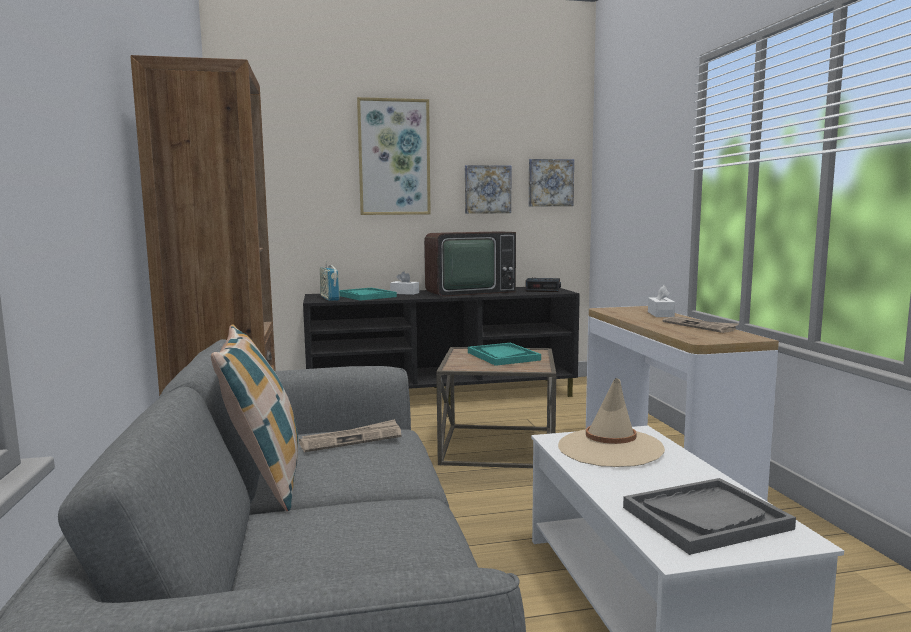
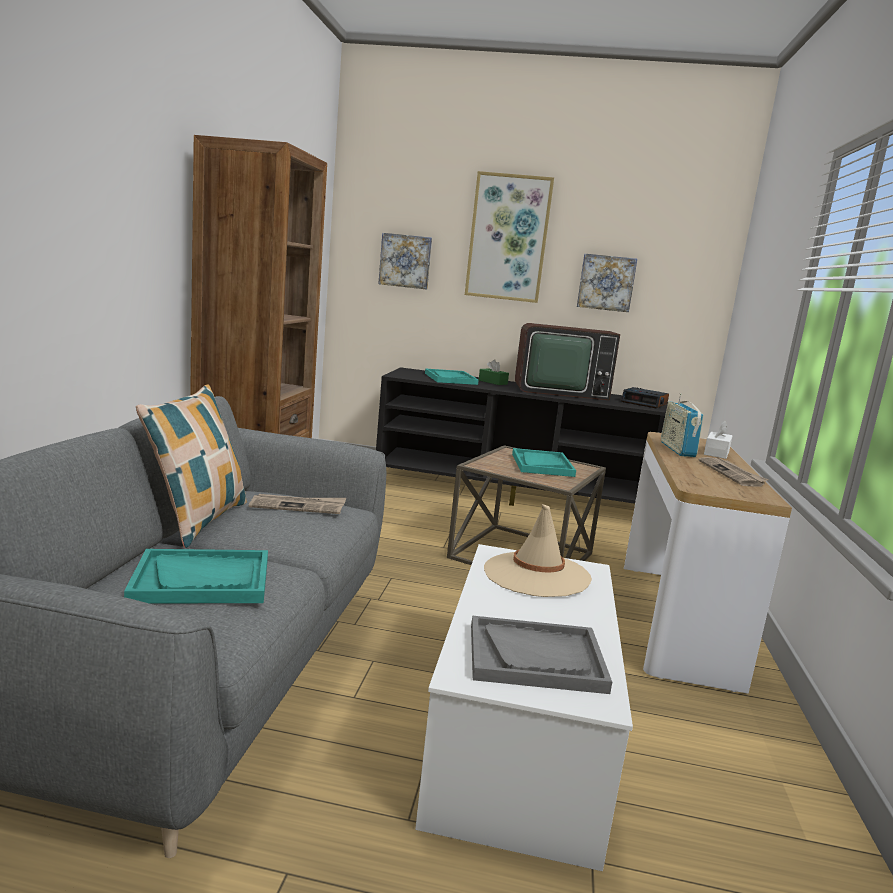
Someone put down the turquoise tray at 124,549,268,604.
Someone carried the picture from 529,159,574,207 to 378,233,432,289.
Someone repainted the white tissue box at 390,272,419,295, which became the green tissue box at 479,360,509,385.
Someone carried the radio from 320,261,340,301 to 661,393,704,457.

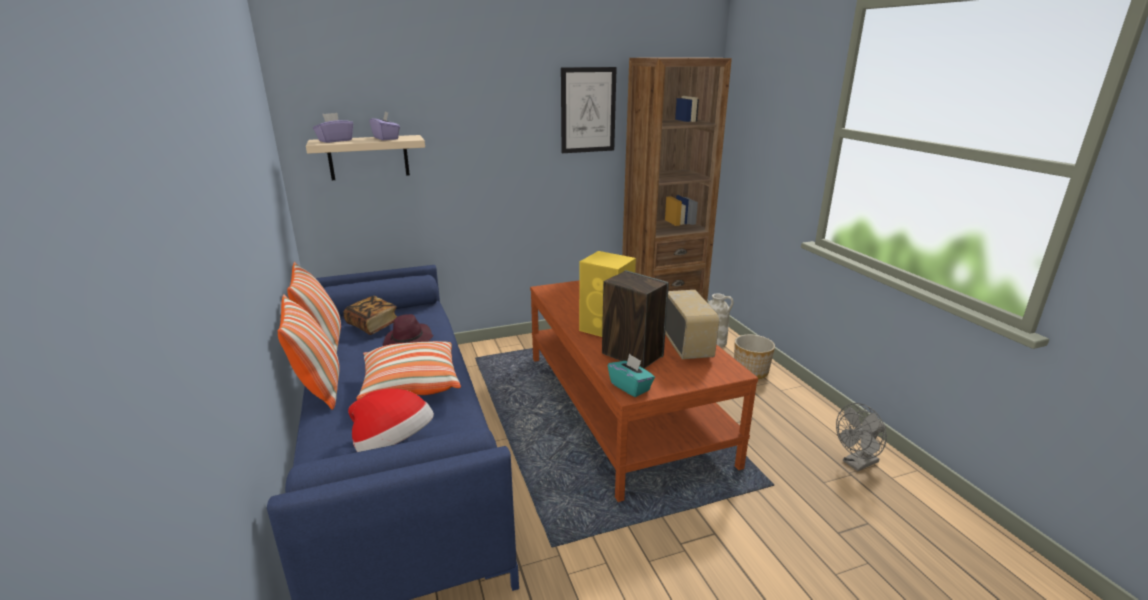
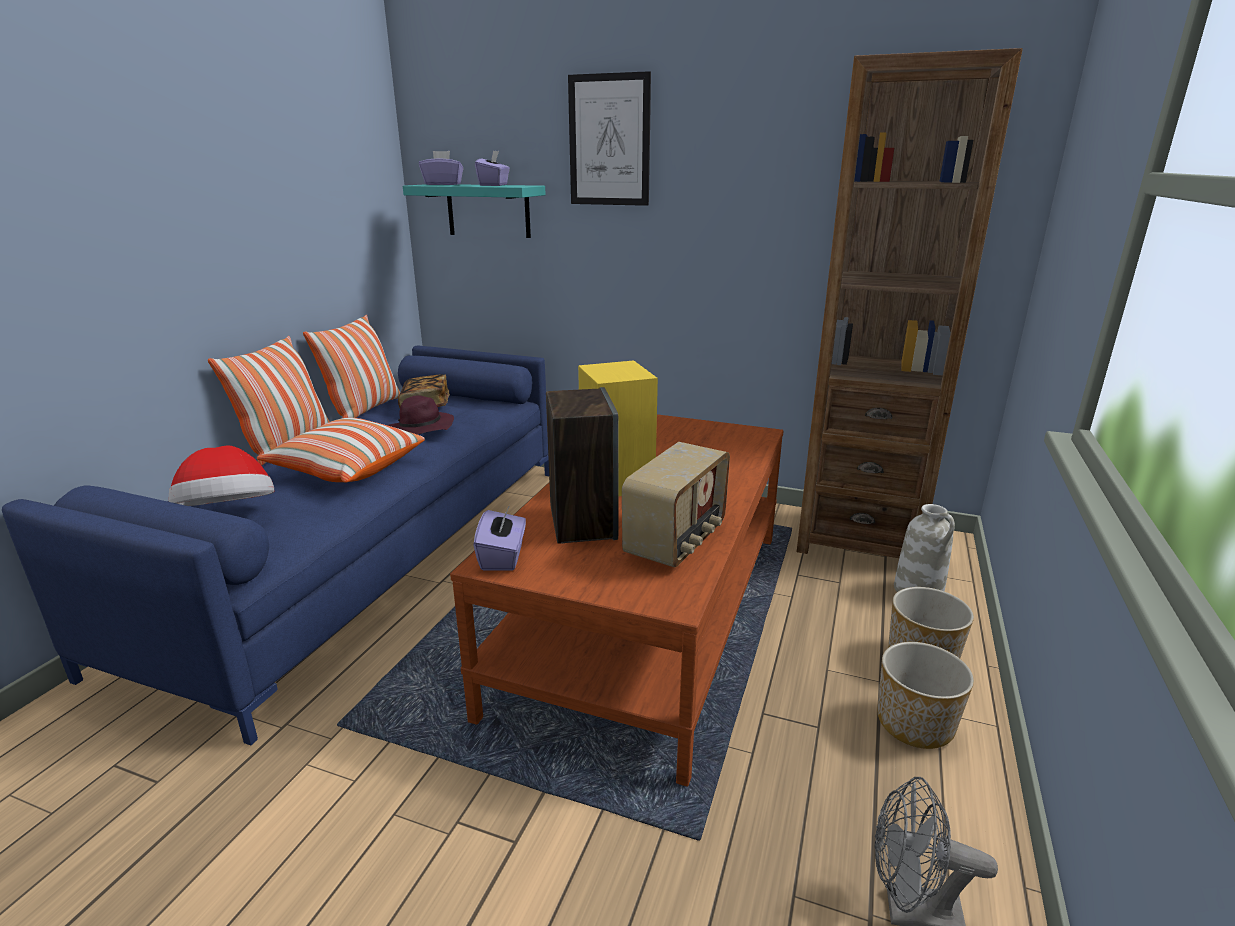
Someone repainted the beige shelf at 306,135,425,180, which became the turquoise shelf at 403,184,546,238.
Someone repainted the turquoise tissue box at 608,354,655,397, which became the purple tissue box at 473,505,526,570.
Someone carried the picture from 561,67,617,153 to 568,71,651,206.
Someone put down the planter at 877,642,974,749.

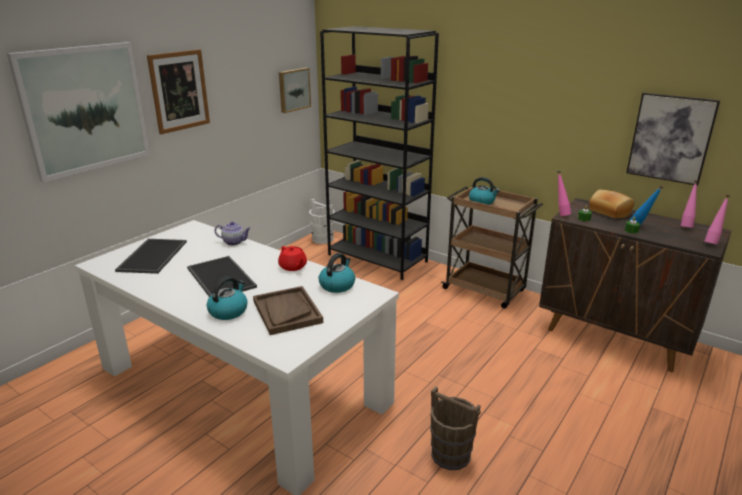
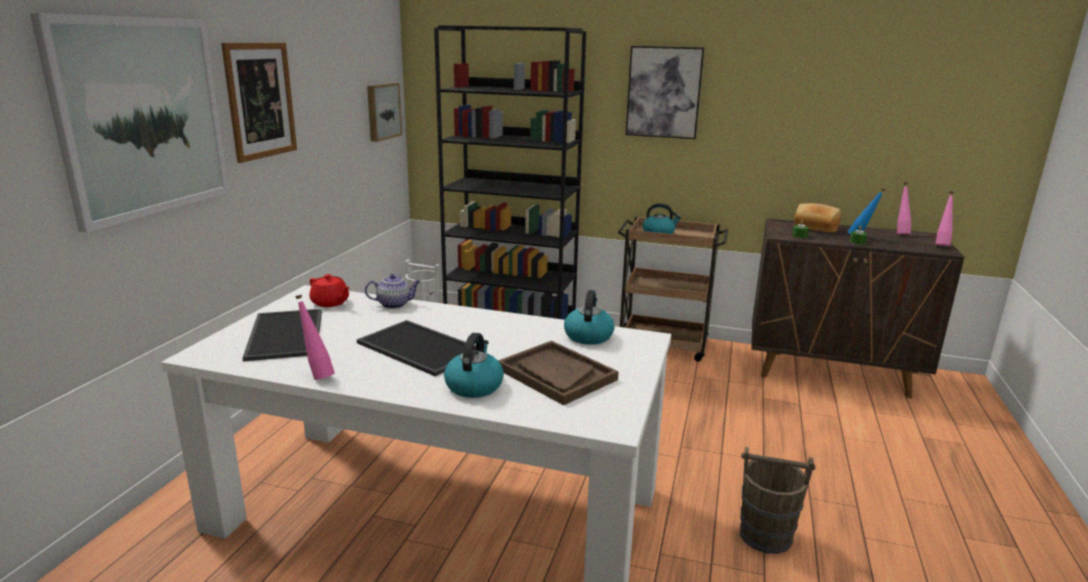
Someone carried the pink bottle from 557,171,571,216 to 295,294,335,380.
Someone carried the red teapot from 278,246,307,271 to 310,274,350,307.
Someone carried the picture from 626,93,720,186 to 625,46,704,139.

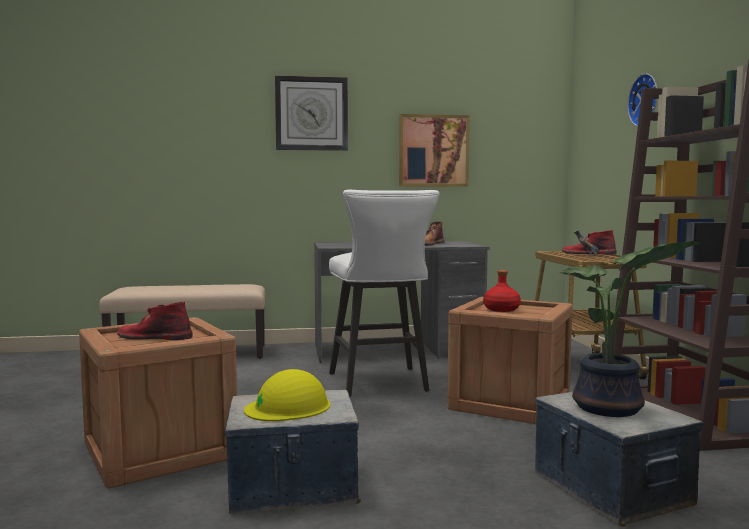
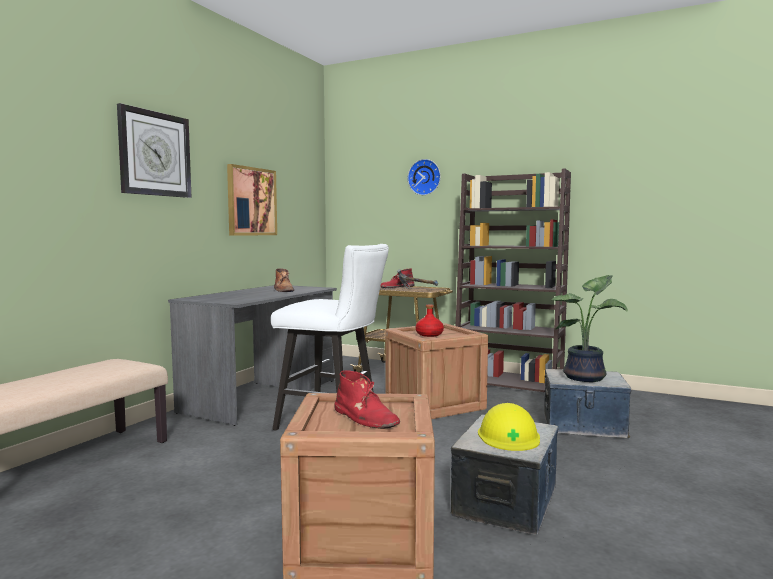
Someone rotated the red boot at 117,302,193,340 by 90 degrees counterclockwise.

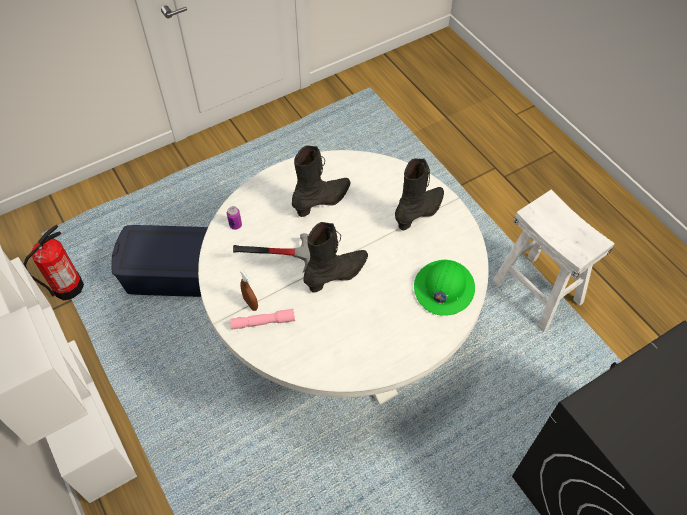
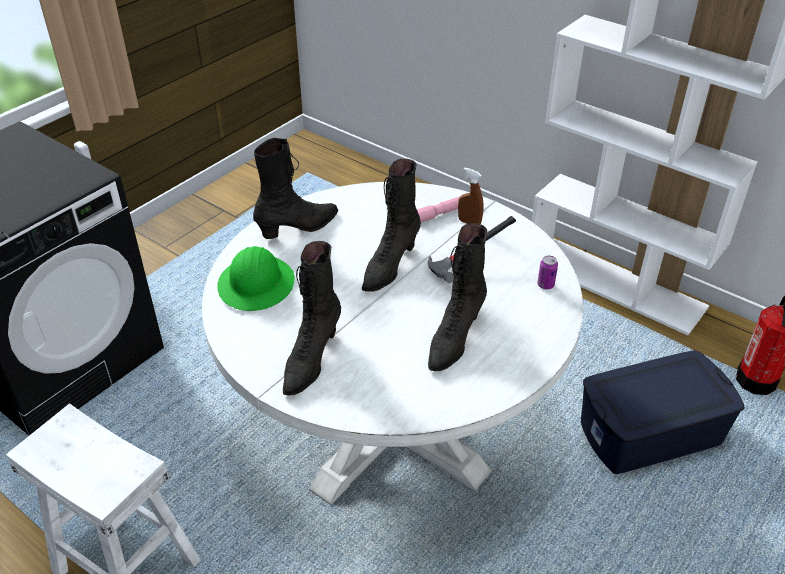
Someone put down the black boot at 253,138,338,239.

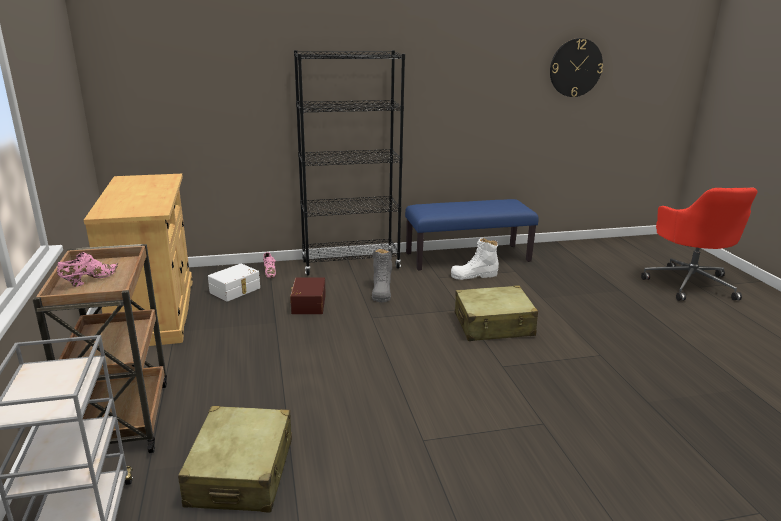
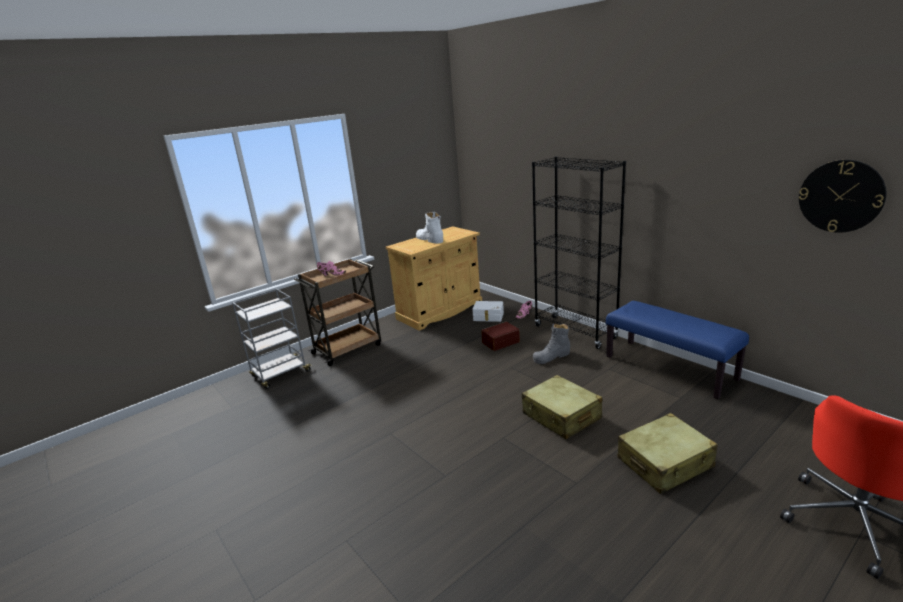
Someone carried the white boot from 451,237,499,280 to 416,212,443,244.
Someone carried the beige suitcase from 178,406,292,513 to 617,413,718,494.

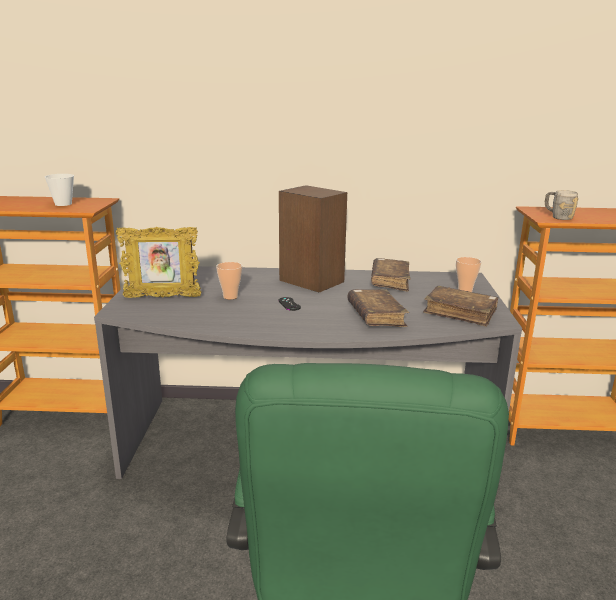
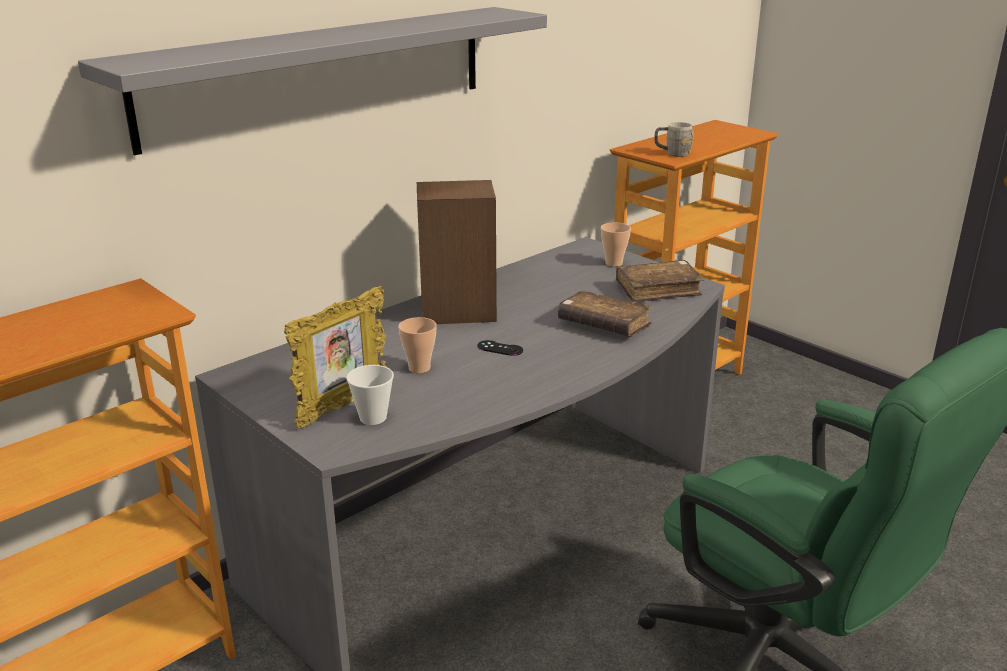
Someone put up the grey shelf at 78,7,547,155.
Someone carried the cup from 45,174,74,206 to 346,365,394,425.
Someone took away the brown book at 371,258,411,292.

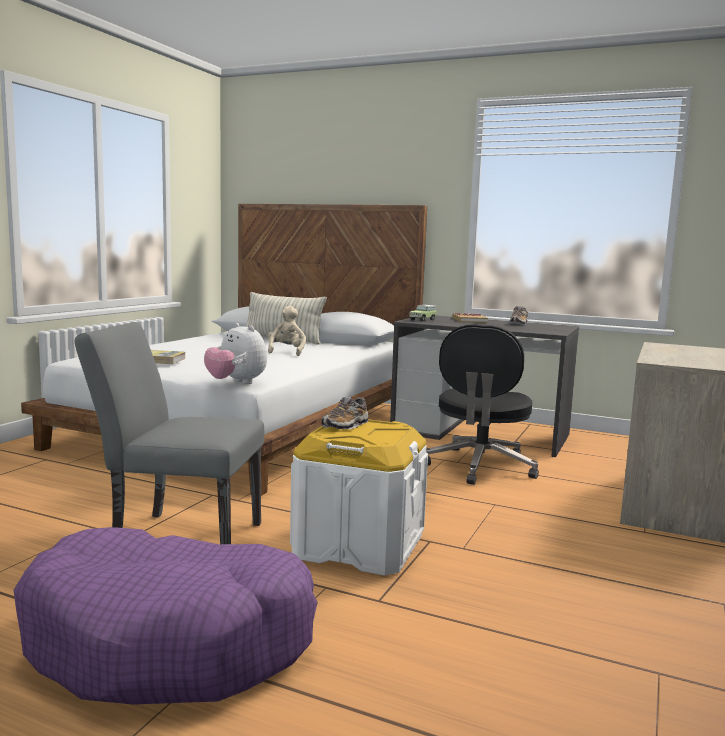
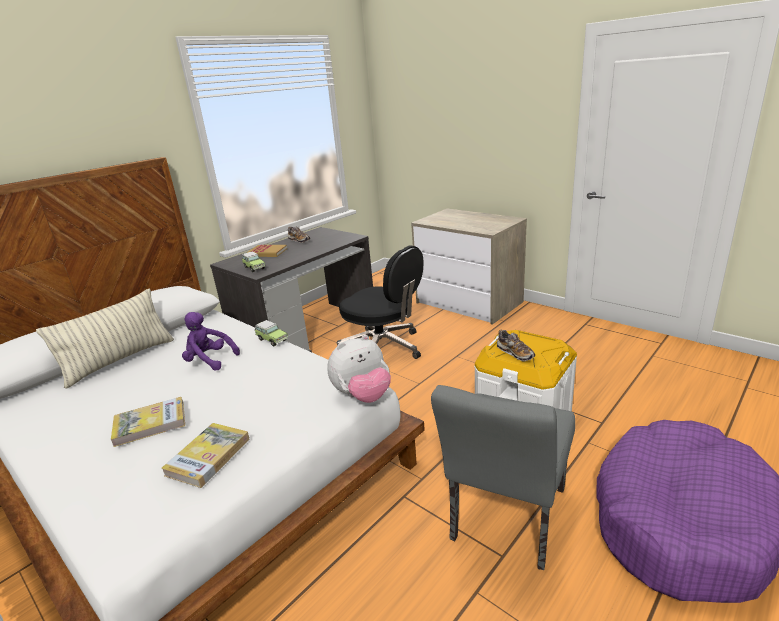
Someone put down the book at 111,397,185,447.
Someone repainted the beige plush toy at 268,306,306,356, which became the purple plush toy at 182,312,240,371.
Someone put down the toy car at 255,320,288,346.

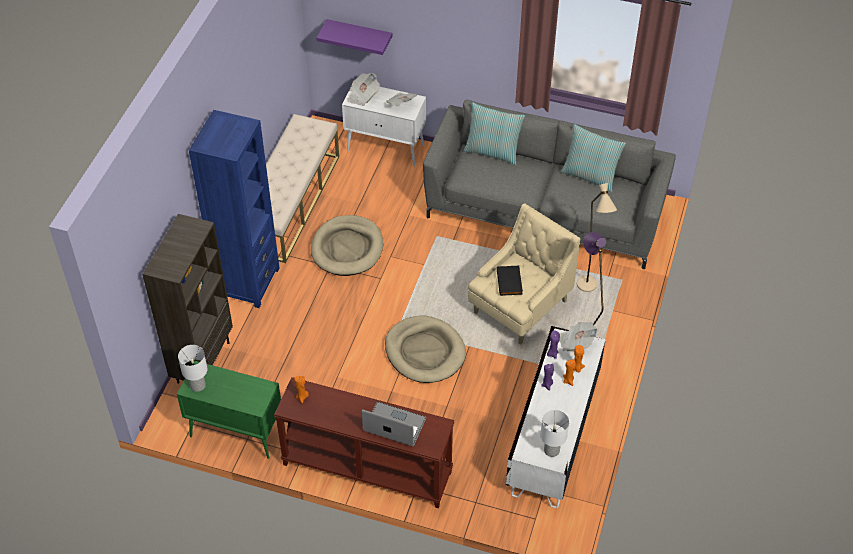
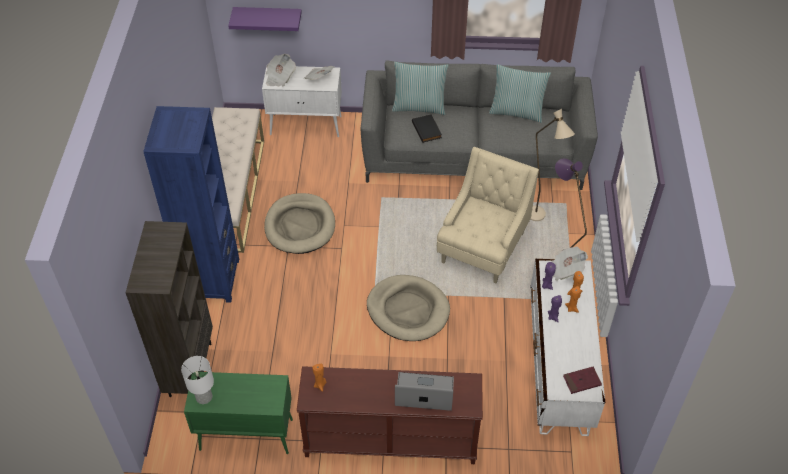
Someone carried the black book from 497,266,523,296 to 412,114,442,143.
Someone swapped the white table lamp at 540,410,569,457 for the red book at 563,367,602,394.

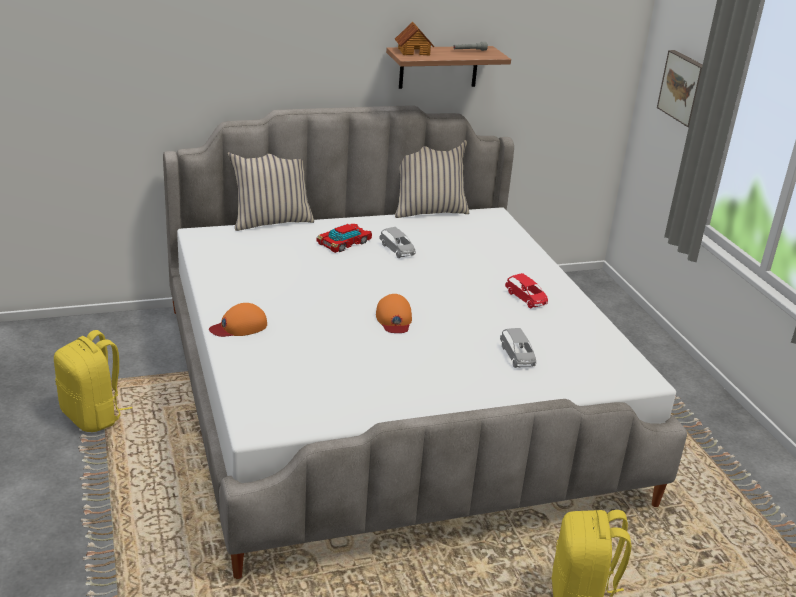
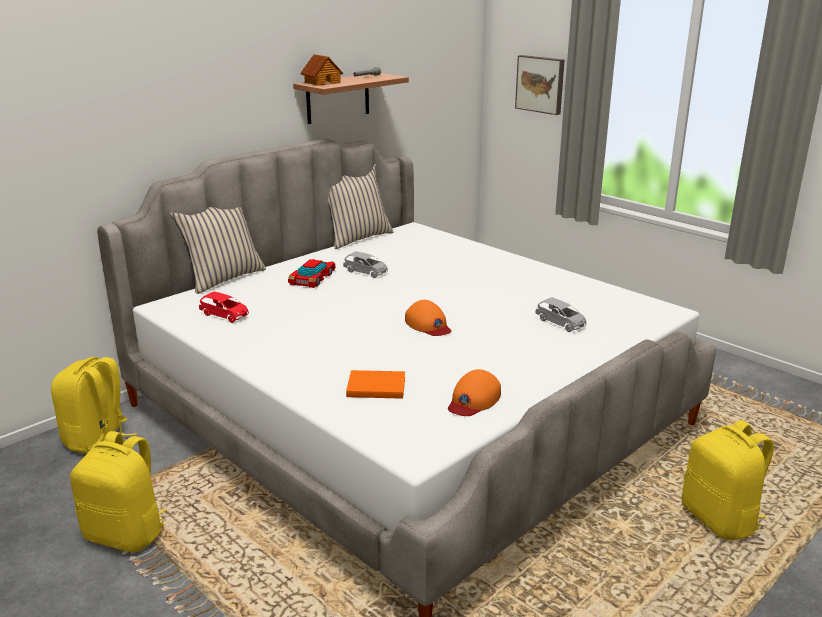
Someone put down the yellow backpack at 51,357,138,454.
Someone carried the red toy car from 505,273,548,308 to 199,292,249,323.
Someone put down the orange book at 346,370,405,399.
Someone carried the orange cap from 209,303,267,337 to 448,369,501,416.

